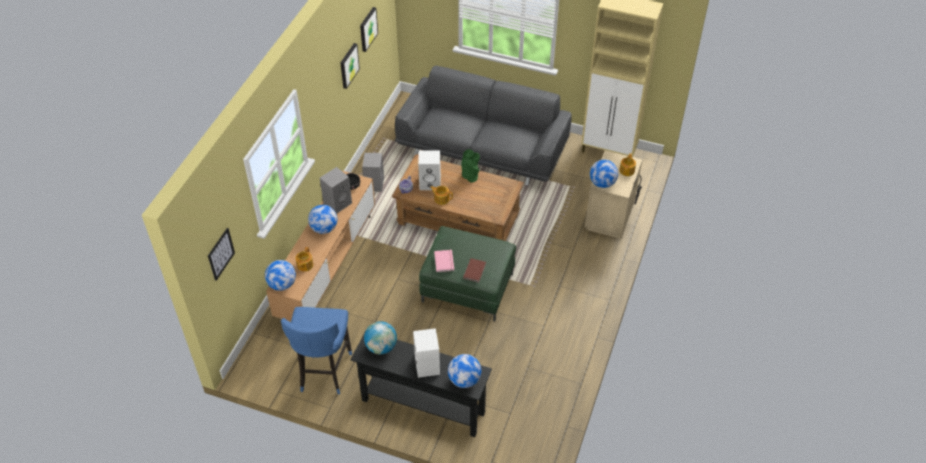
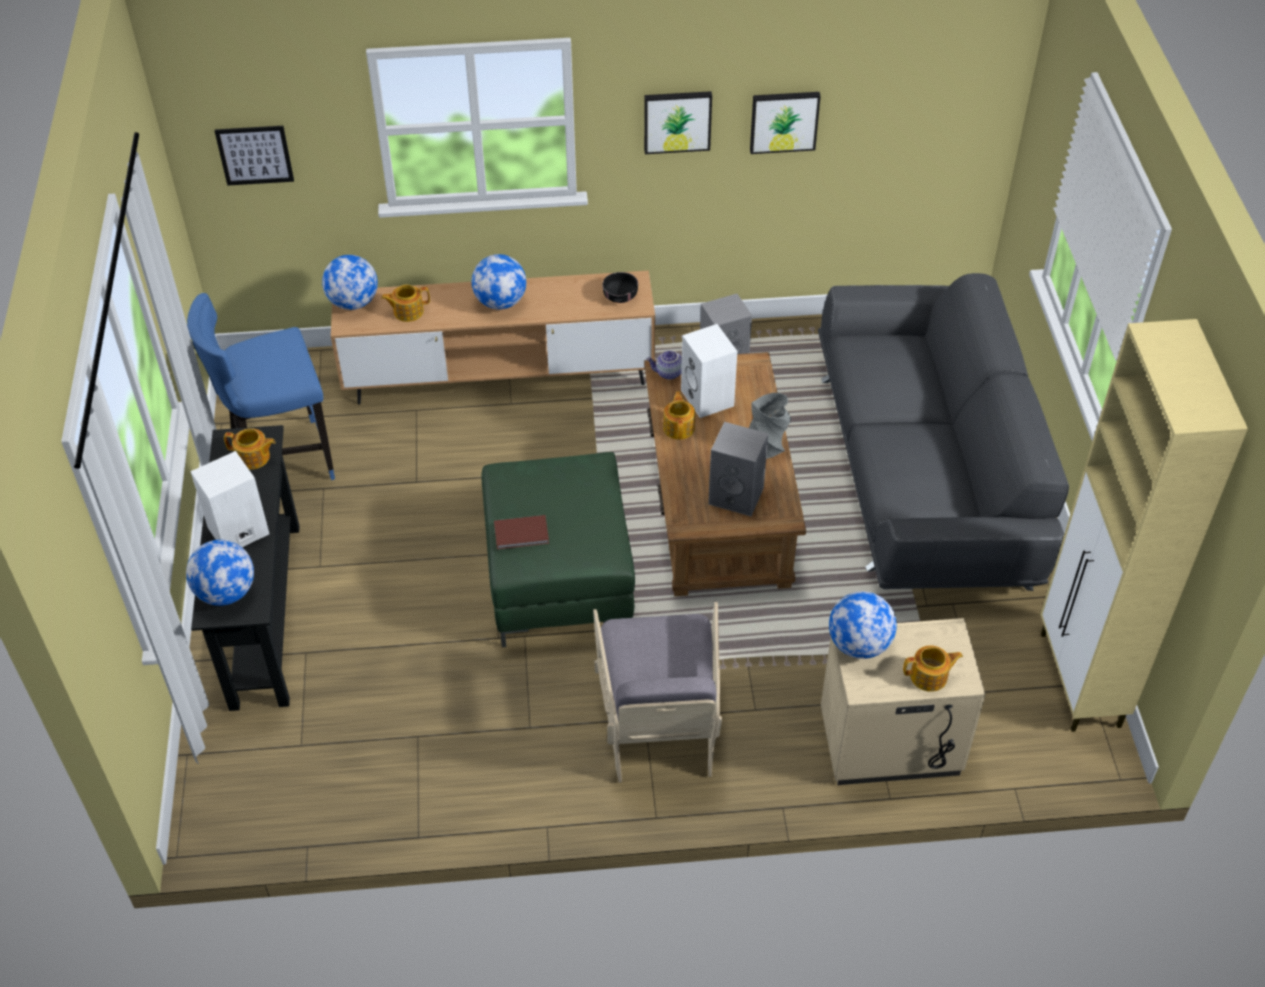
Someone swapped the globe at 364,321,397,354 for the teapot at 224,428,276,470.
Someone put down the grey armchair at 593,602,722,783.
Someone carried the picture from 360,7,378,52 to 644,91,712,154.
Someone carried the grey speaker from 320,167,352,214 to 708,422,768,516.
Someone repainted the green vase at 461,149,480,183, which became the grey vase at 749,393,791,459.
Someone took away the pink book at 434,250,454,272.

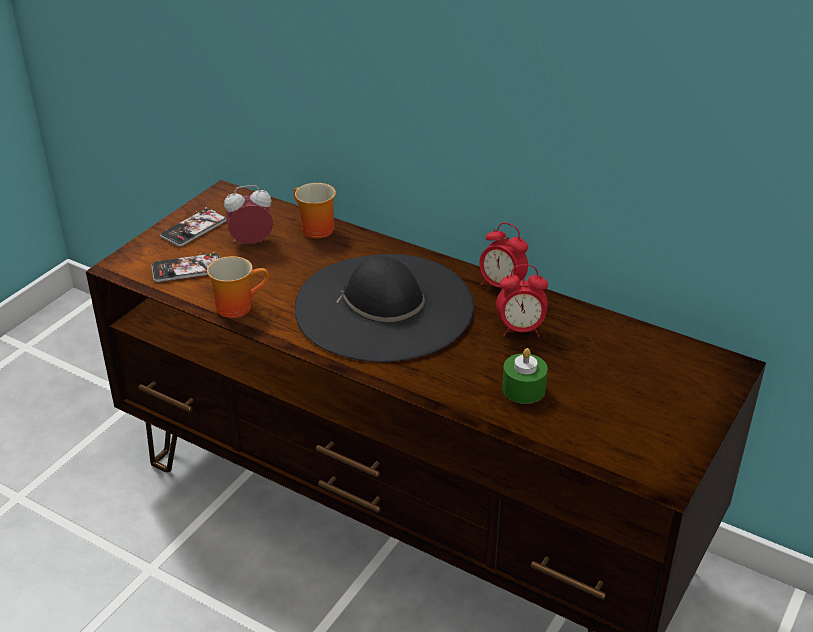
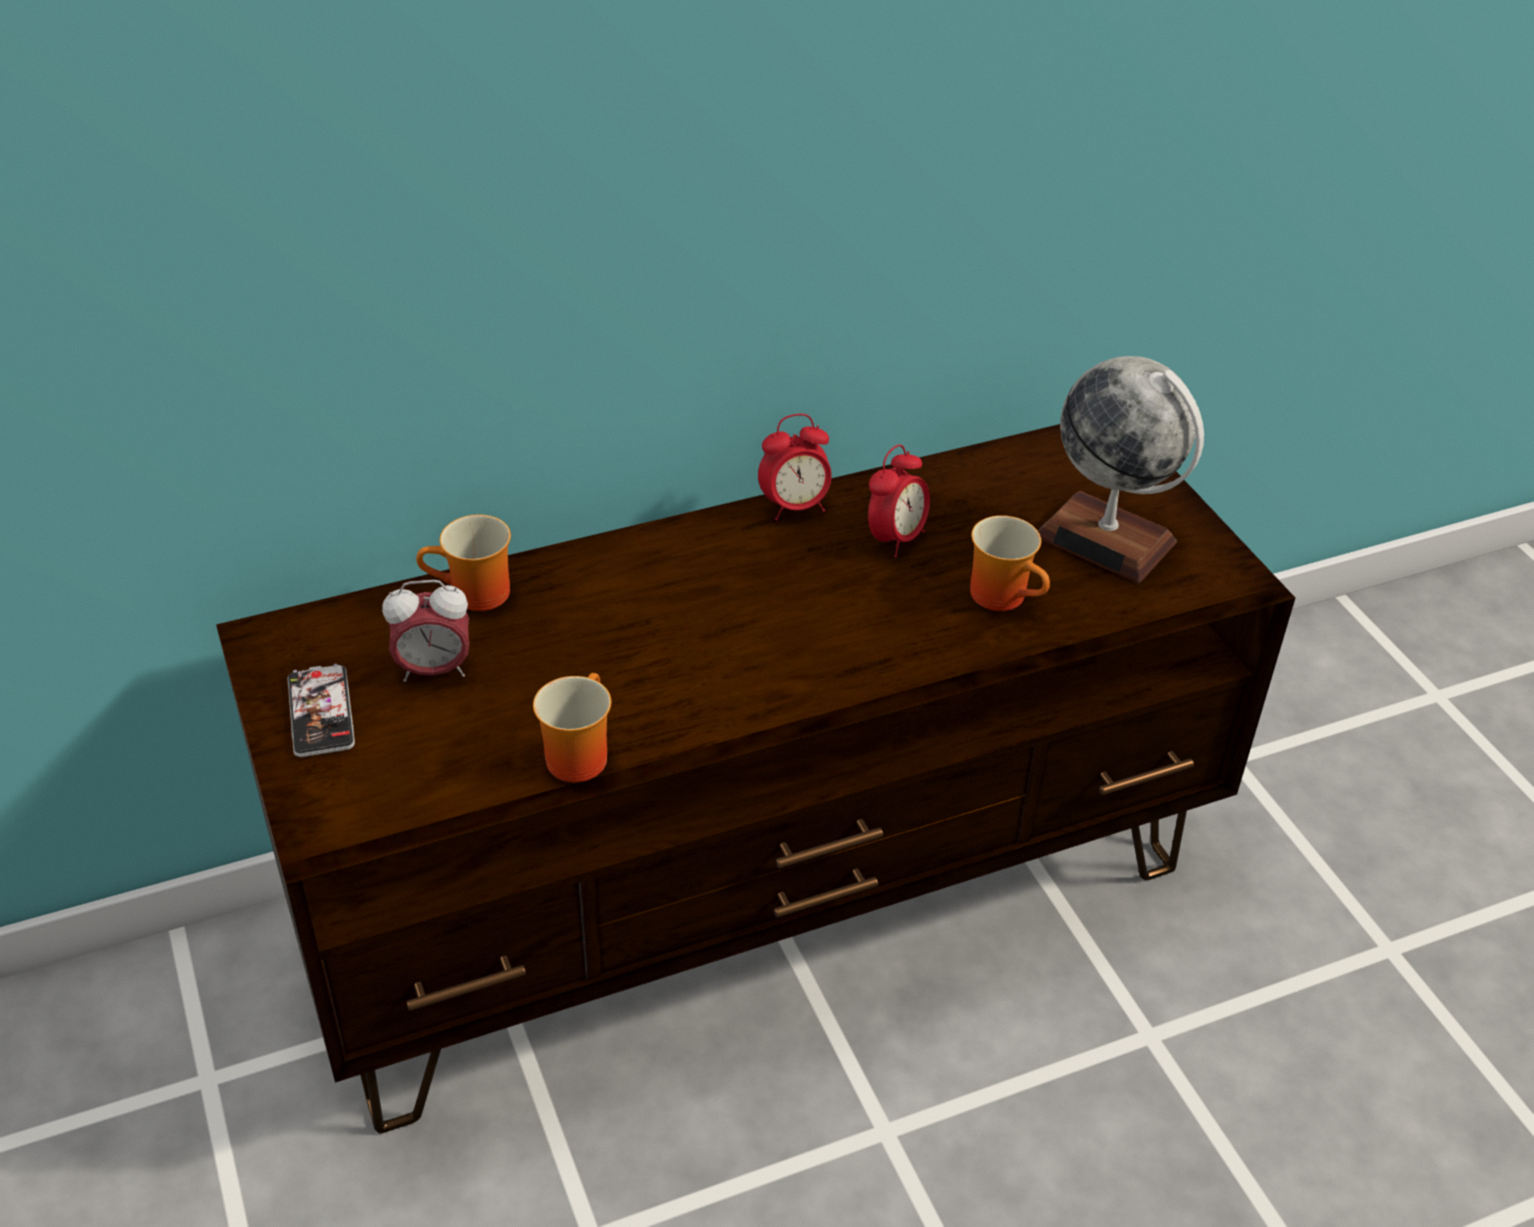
Someone rotated the alarm clock at 224,185,273,244 by 120 degrees counterclockwise.
Someone swapped the green candle at 502,348,548,404 for the mug at 970,515,1050,611.
Someone put down the globe at 1038,356,1204,583.
Someone took away the phone at 151,252,220,282.
Someone took away the black hat at 295,254,474,362.

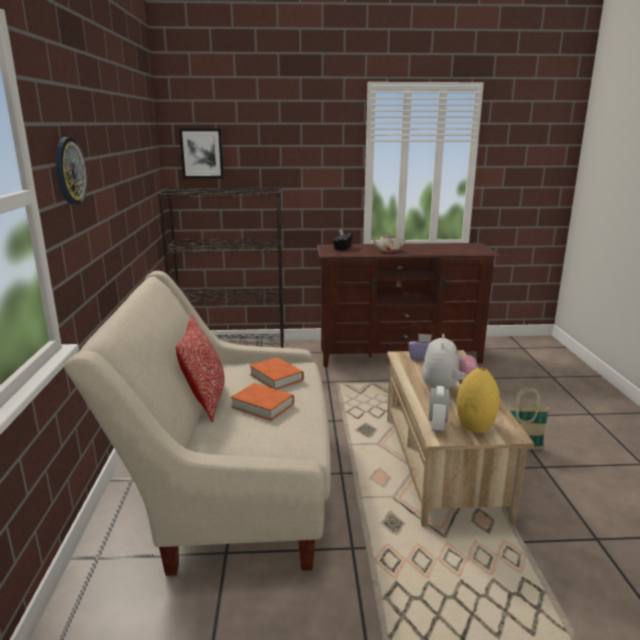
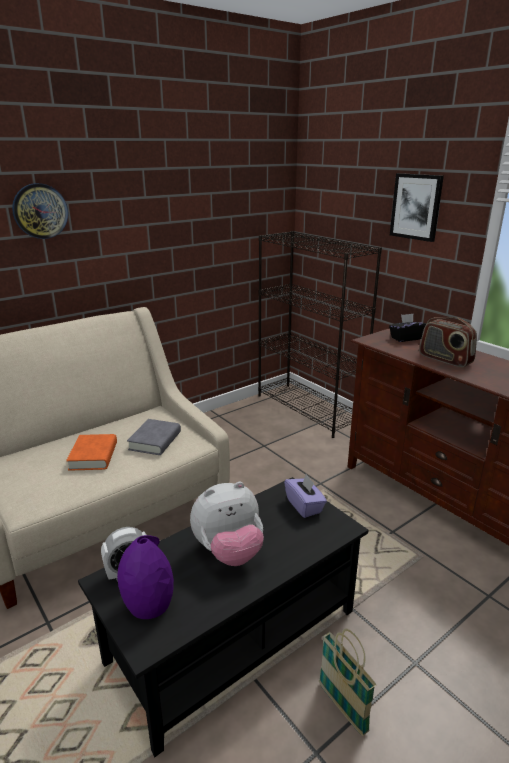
Someone repainted the beige coffee table at 387,350,535,527, which became the black coffee table at 78,477,368,757.
Someone repainted the yellow vase at 457,368,500,433, which became the purple vase at 117,535,174,619.
Someone repainted the orange book at 249,357,304,390, which became the grey book at 127,419,181,455.
Someone carried the picture from 179,128,224,179 to 390,173,444,242.
Someone swapped the beige teapot at 370,233,406,252 for the radio at 419,317,477,367.
Someone took away the pillow at 176,315,225,422.

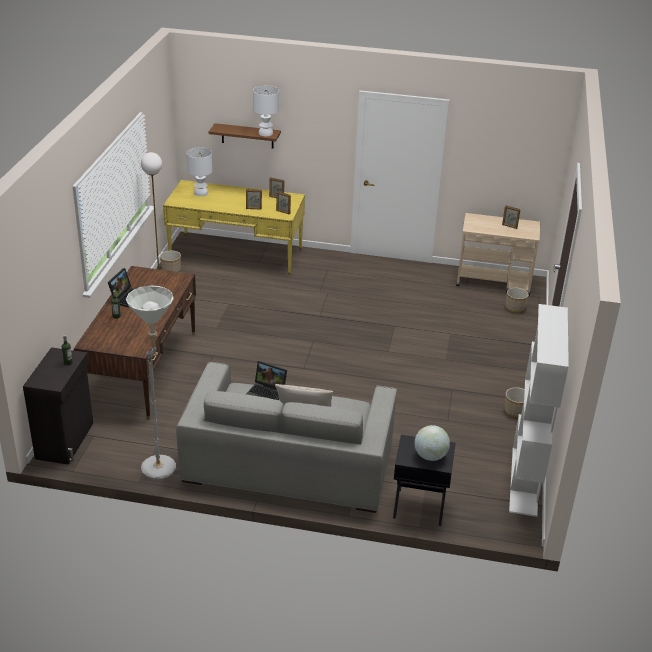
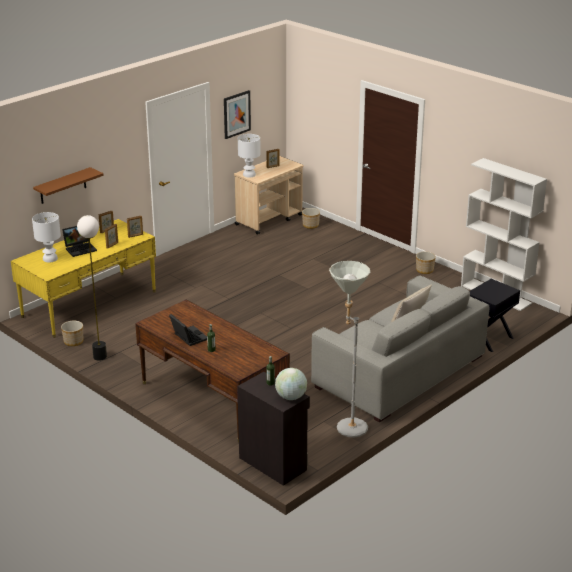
Someone carried the laptop from 246,361,287,400 to 62,226,97,257.
Someone put up the picture at 224,90,251,139.
Someone carried the white table lamp from 253,86,279,136 to 238,134,261,178.
Someone carried the globe from 415,425,450,461 to 275,368,307,400.

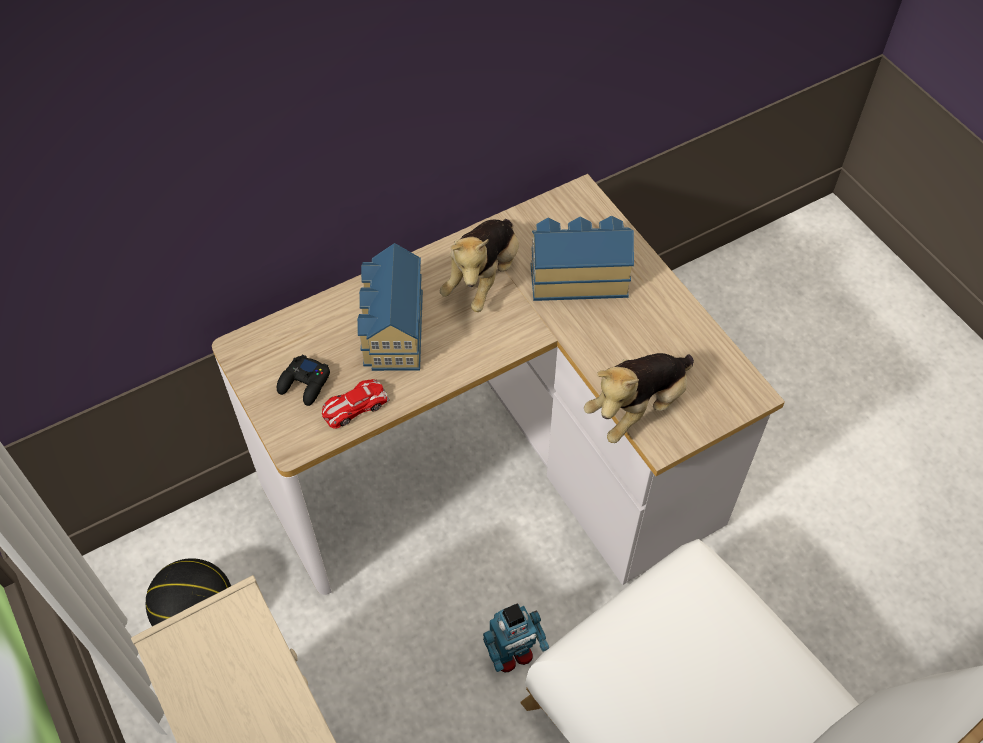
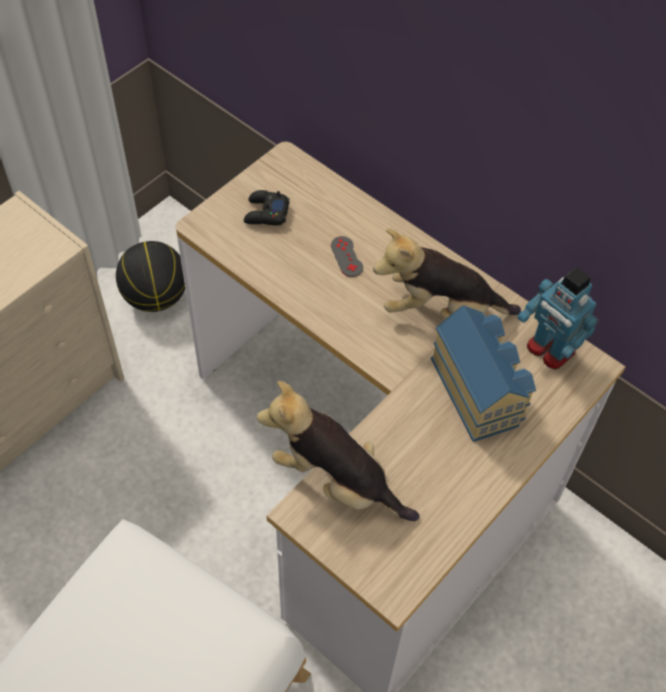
Someone swapped the toy house at 357,243,423,371 for the grey game controller at 331,236,363,277.
Someone carried the toy robot from 483,603,549,672 to 517,267,599,369.
Someone took away the toy car at 322,379,390,428.

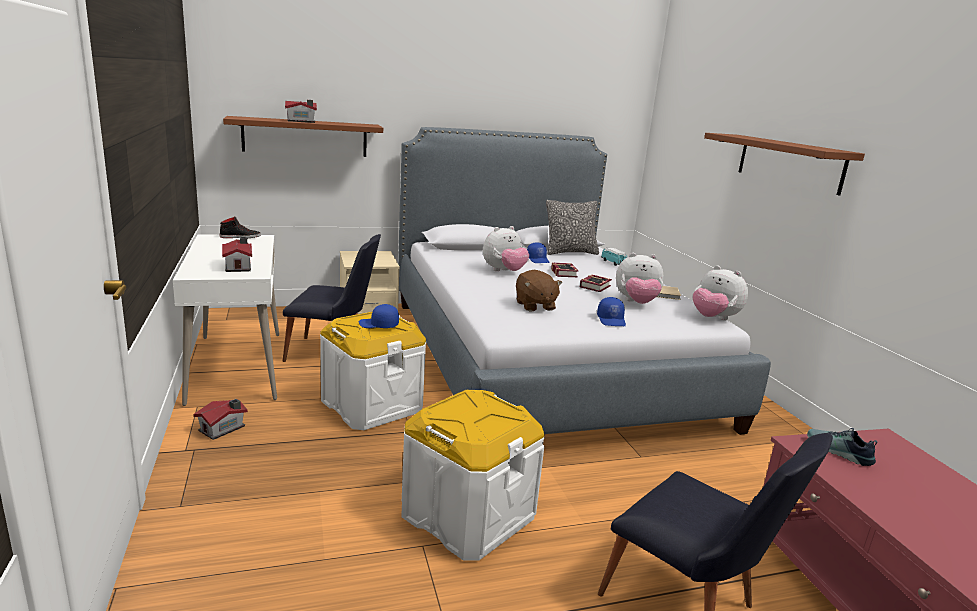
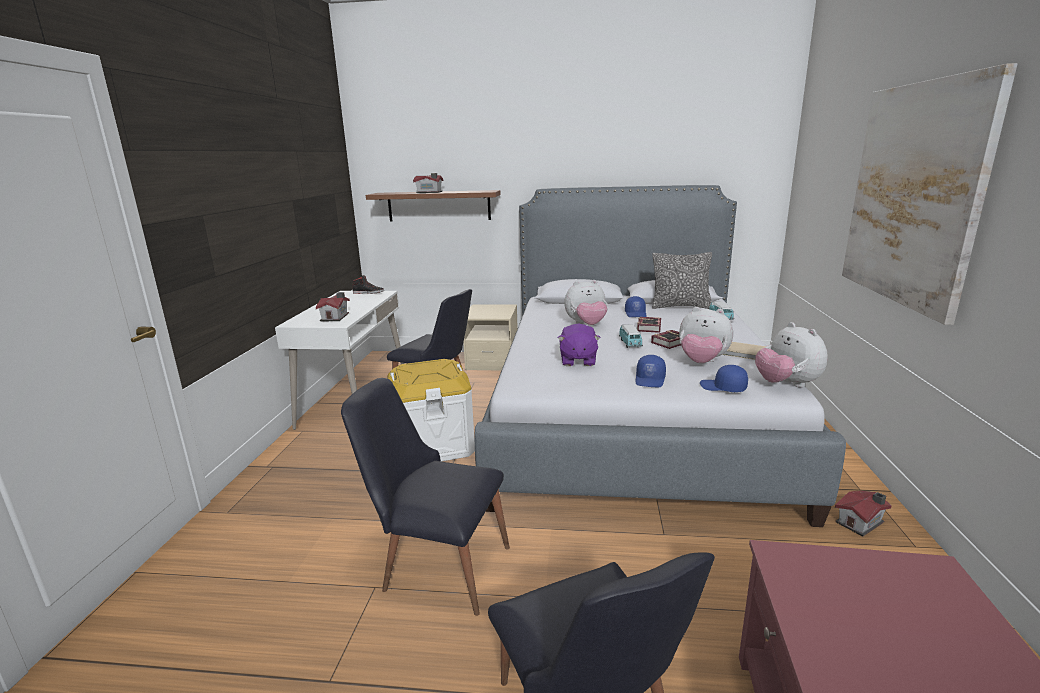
Someone swapped the white storage box at 401,390,544,561 for the black chair at 341,378,510,616.
Someone repainted the brown plush toy at 516,270,562,311, which became the purple plush toy at 558,324,601,366.
Someone put down the toy car at 619,324,643,348.
Someone carried the blue cap from 359,304,399,328 to 700,365,748,392.
Someone carried the toy house from 193,399,248,440 to 835,491,892,537.
Someone swapped the brown shelf at 704,133,865,196 for the picture at 842,63,1017,325.
Someone took away the shoe at 807,428,877,466.

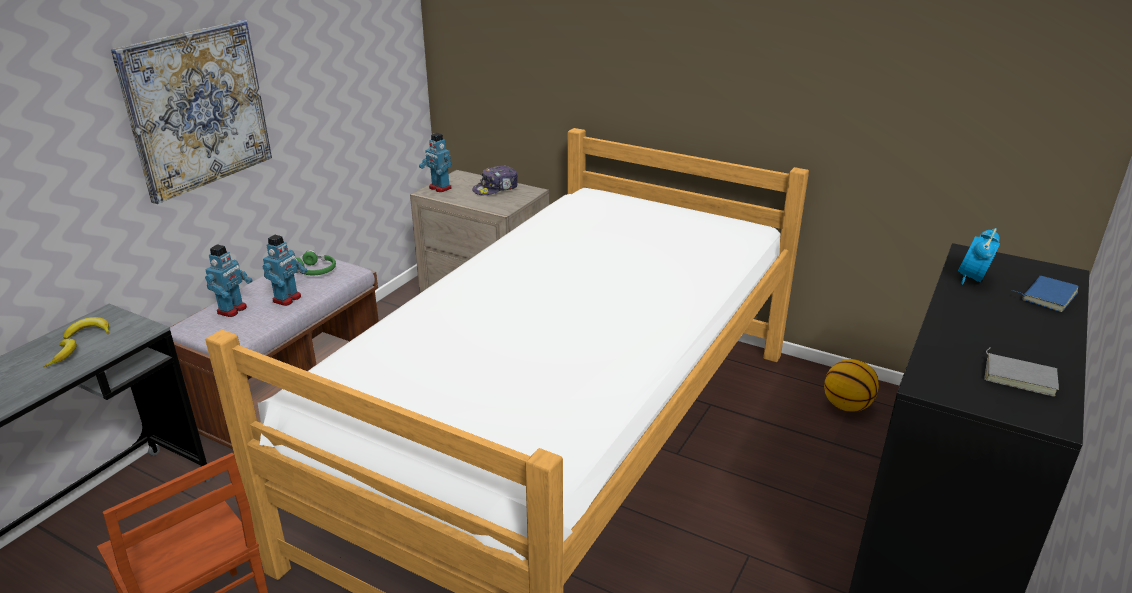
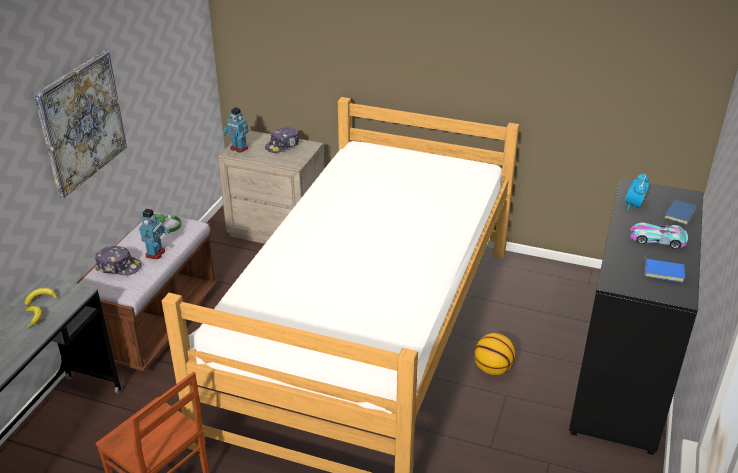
Someone swapped the toy robot at 205,244,253,317 for the cap at 95,246,142,275.
Someone carried the basketball from 824,359,879,412 to 474,333,516,375.
Someone put down the toy car at 630,222,688,249.
Someone repainted the grey book at 984,347,1059,397, which became the blue book at 644,254,685,282.

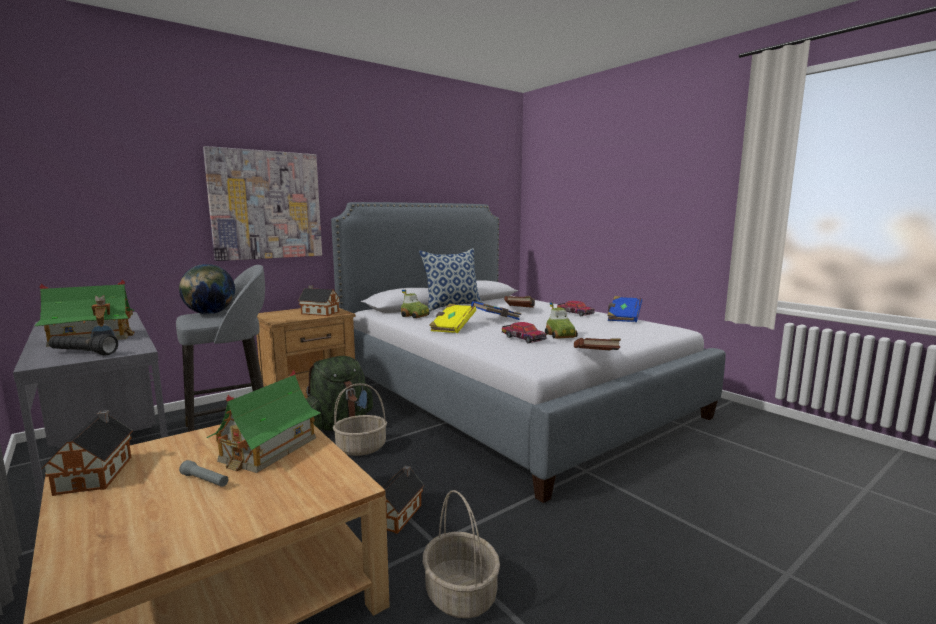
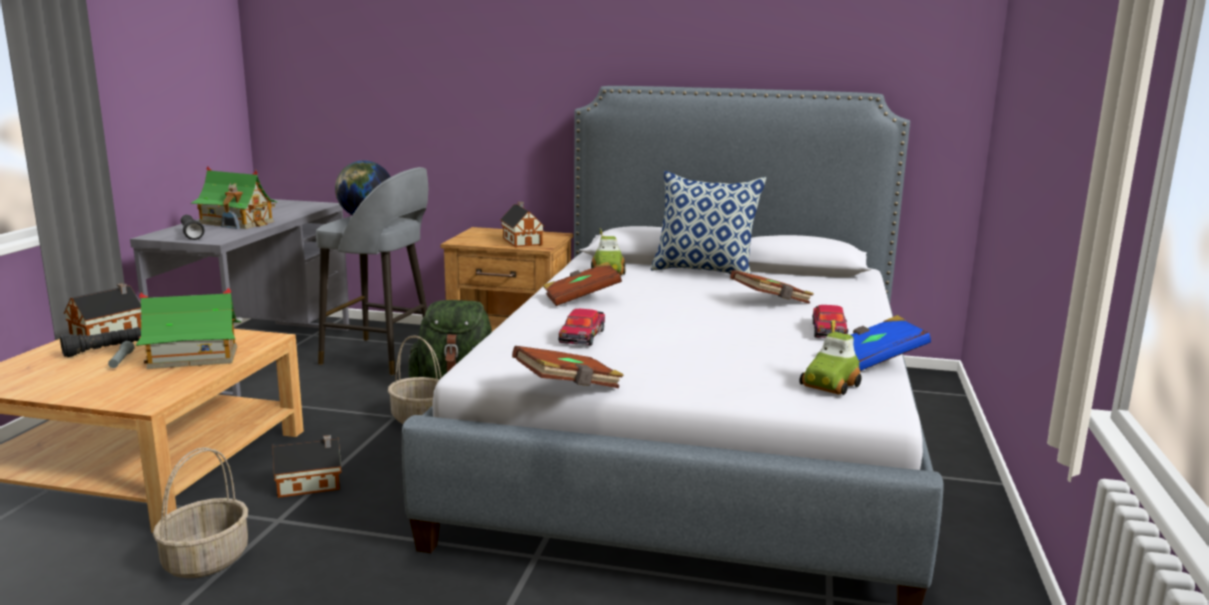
Someone put down the black flashlight at 60,327,141,357.
Someone repainted the yellow book at 429,303,476,333, which became the brown book at 543,262,622,306.
Someone carried the toy car from 545,302,578,339 to 799,320,861,395.
Someone took away the picture at 203,146,322,261.
Someone took away the blue book at 471,301,521,320.

